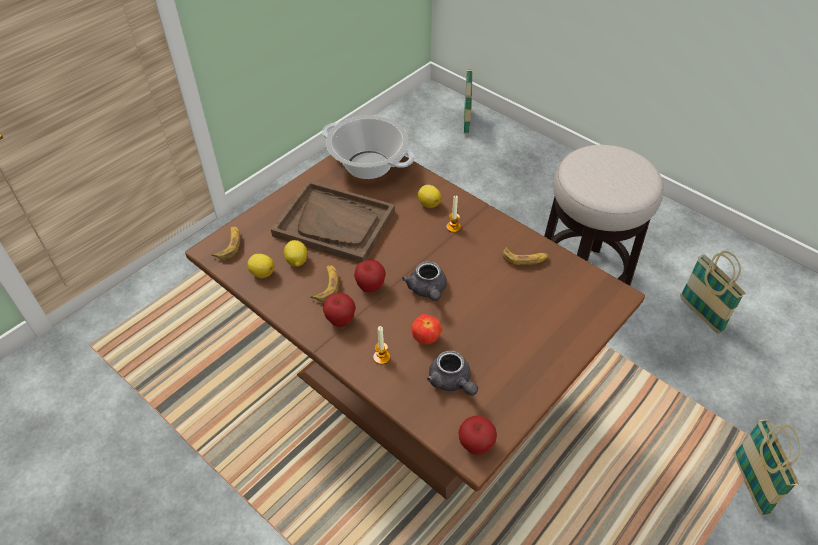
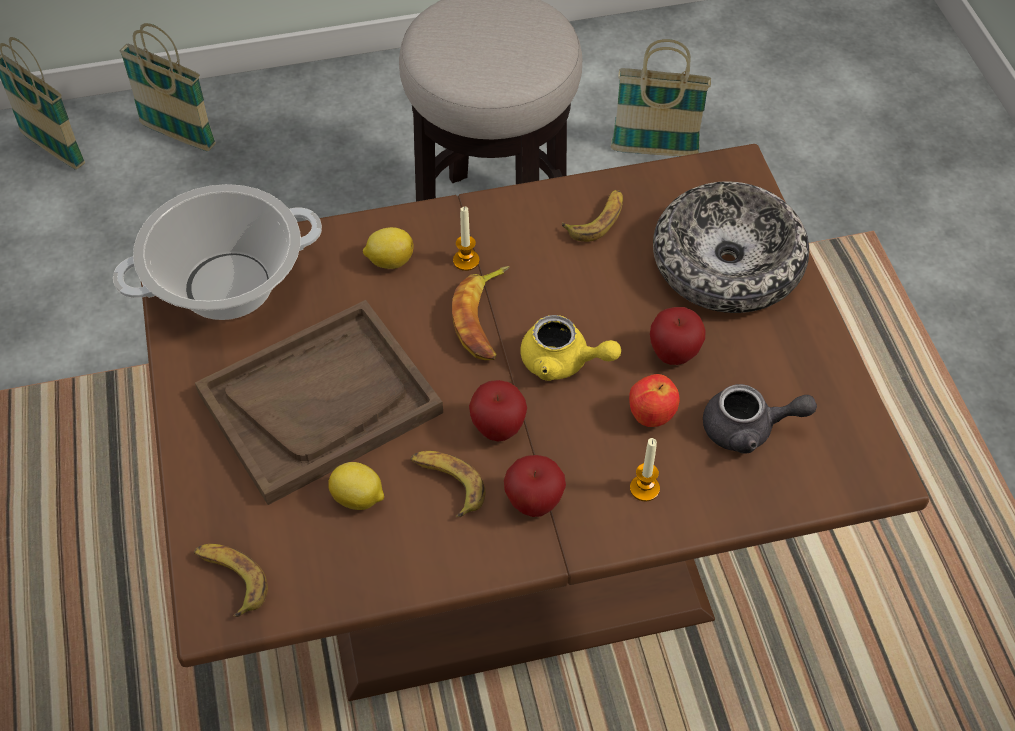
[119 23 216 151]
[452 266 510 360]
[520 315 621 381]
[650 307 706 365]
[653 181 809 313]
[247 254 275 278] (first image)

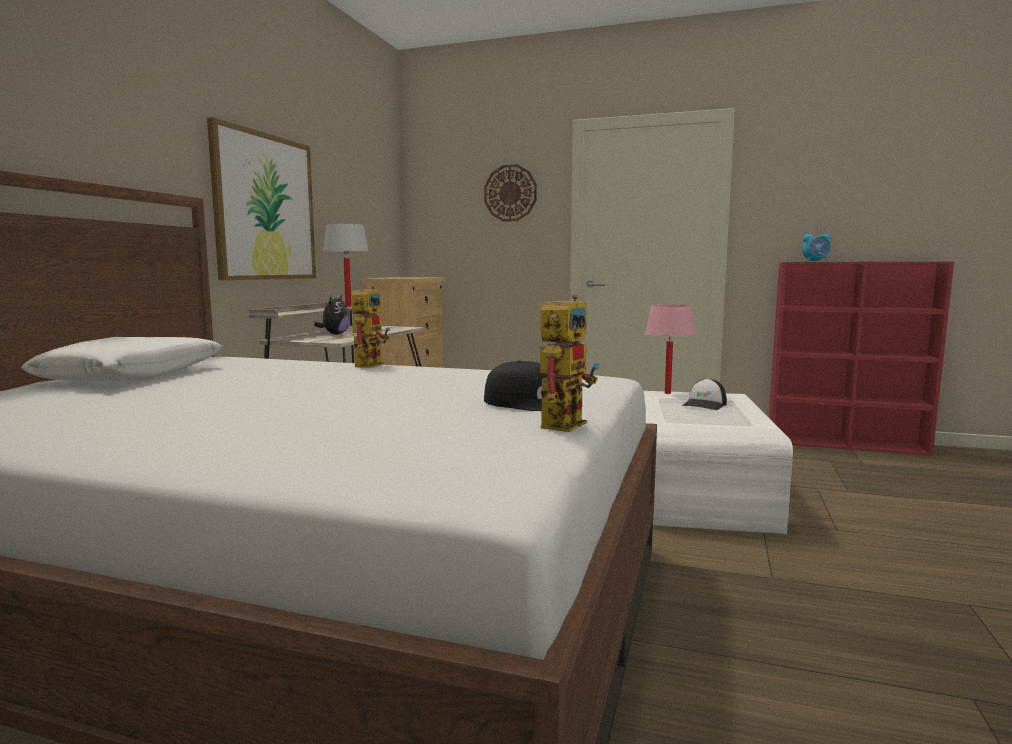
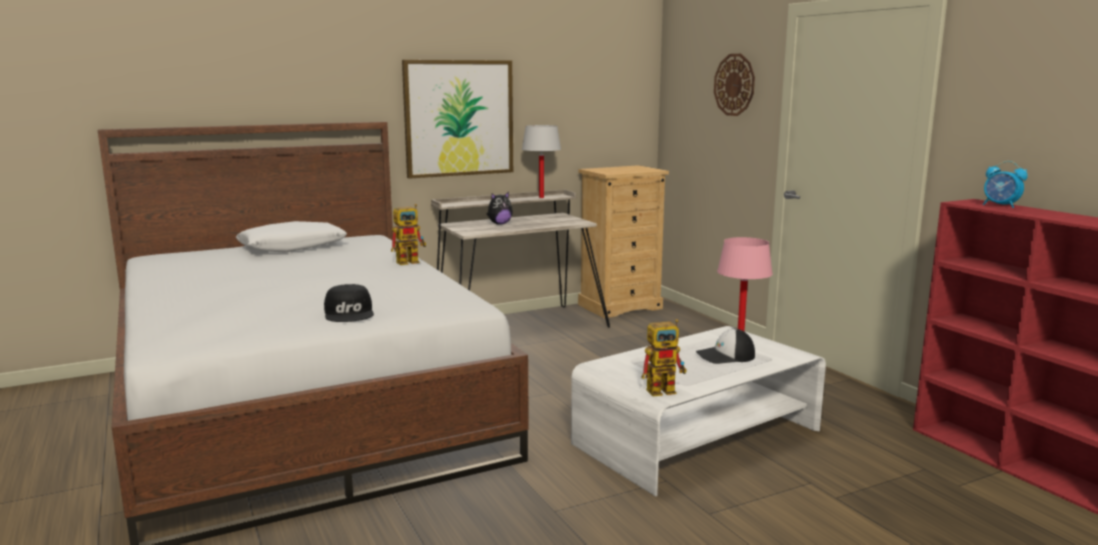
[641 319 687 396]

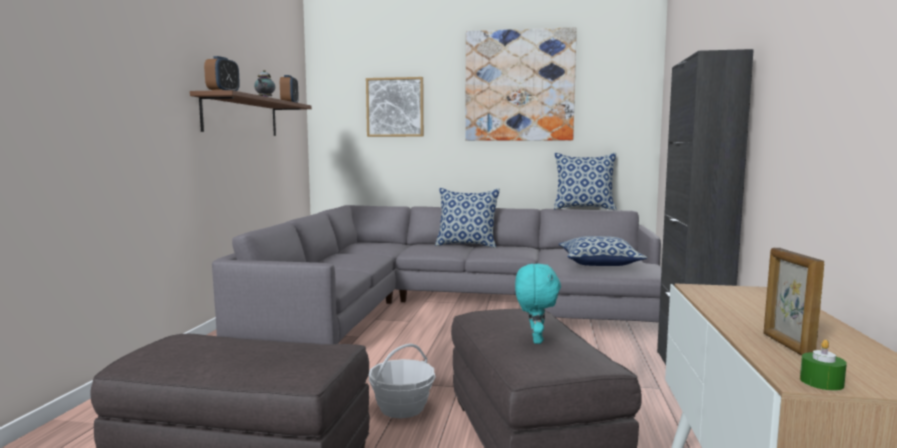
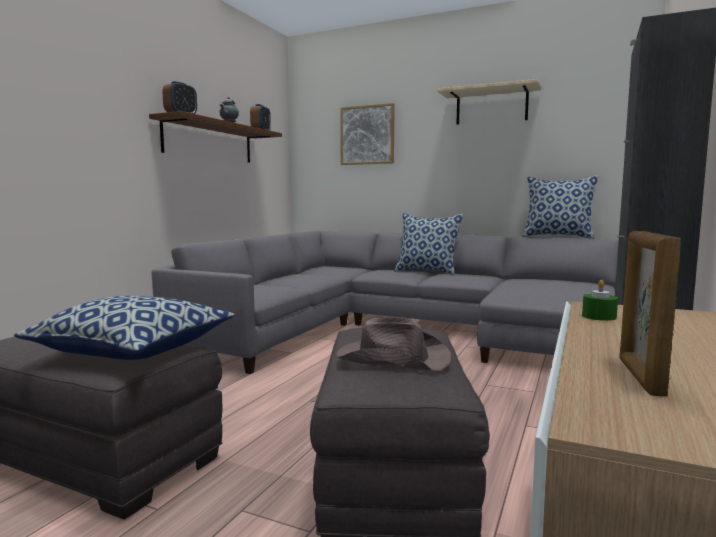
[14 295 235 360]
[336 318 451 371]
[437 79 541 125]
[582 280 618 321]
[369 344 436 418] (first image)

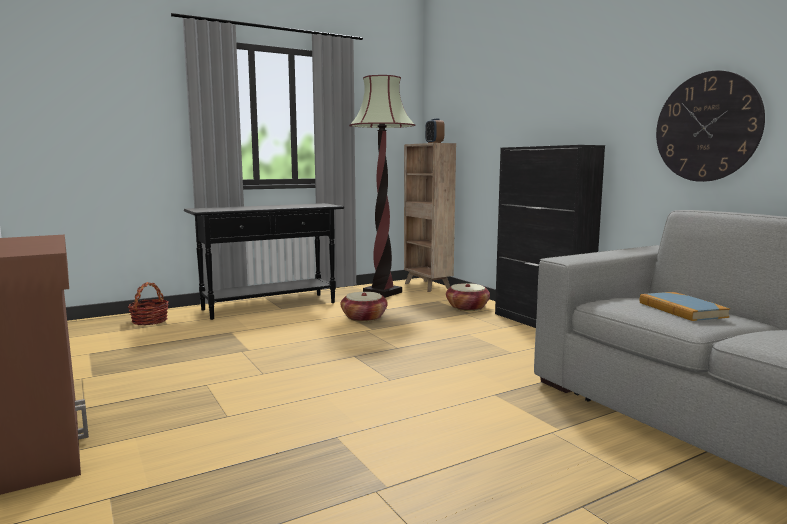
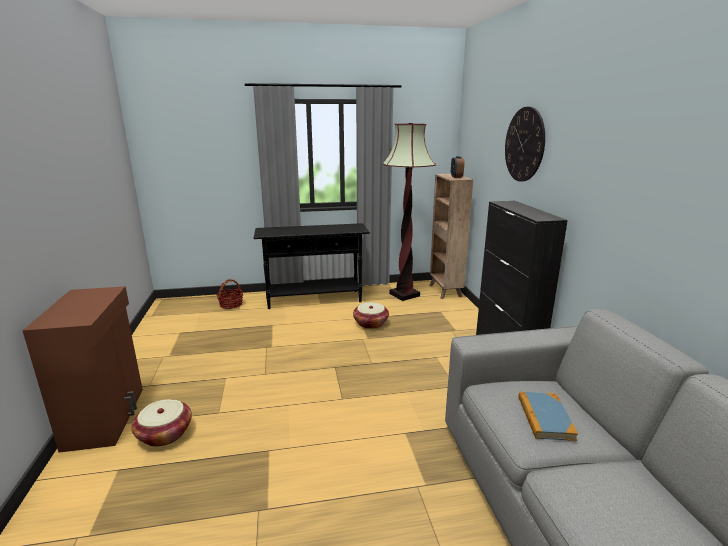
[131 399 192 447]
[505 107 545 182]

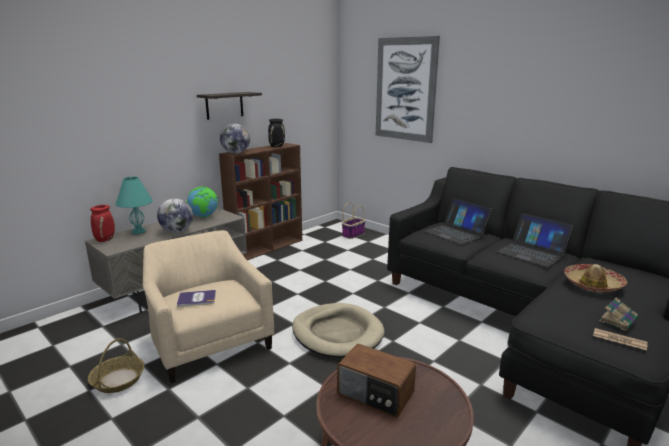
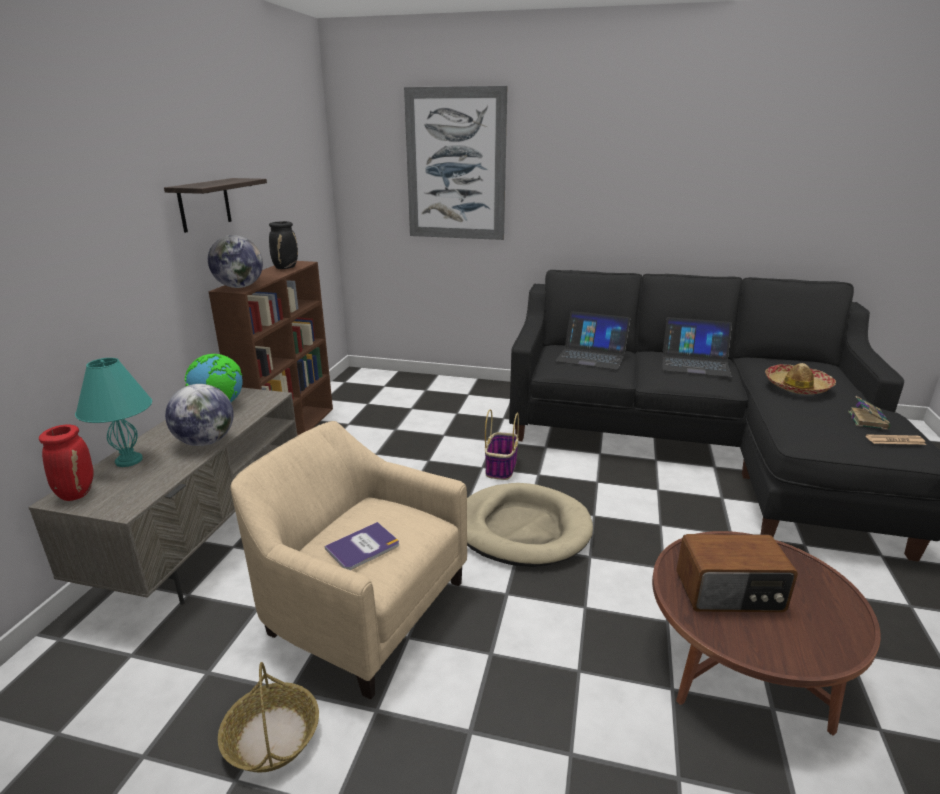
[485 409 519 480]

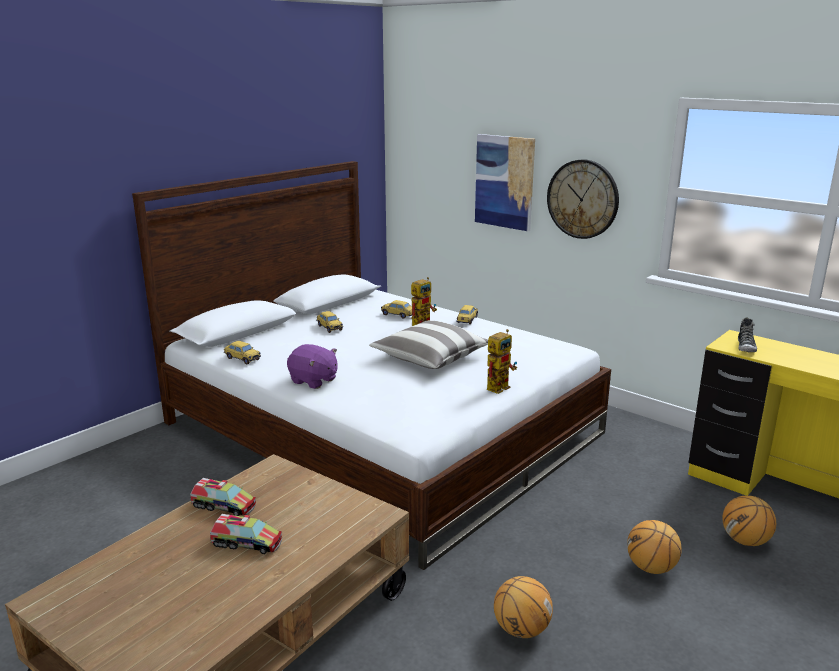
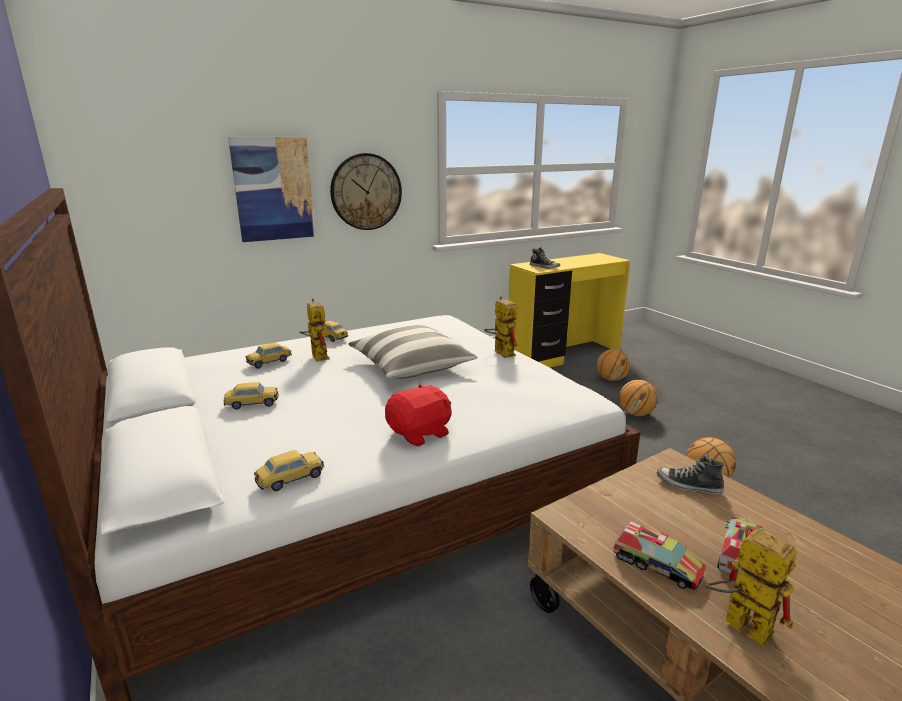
[385 383 452 447]
[614 522 706 591]
[657 454 724 494]
[705 525 797 647]

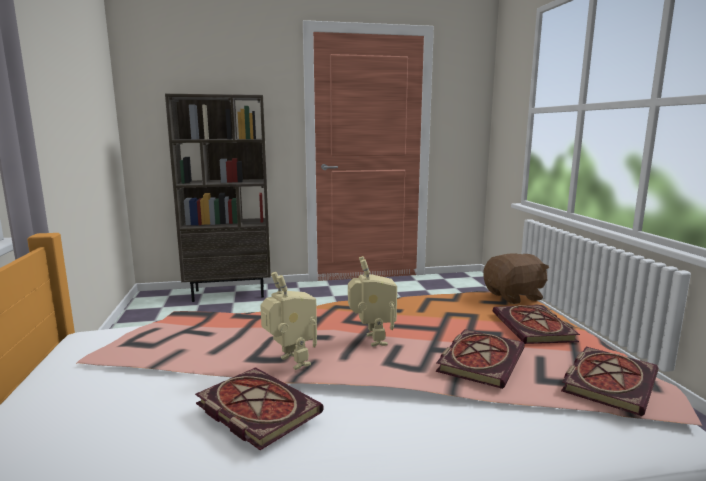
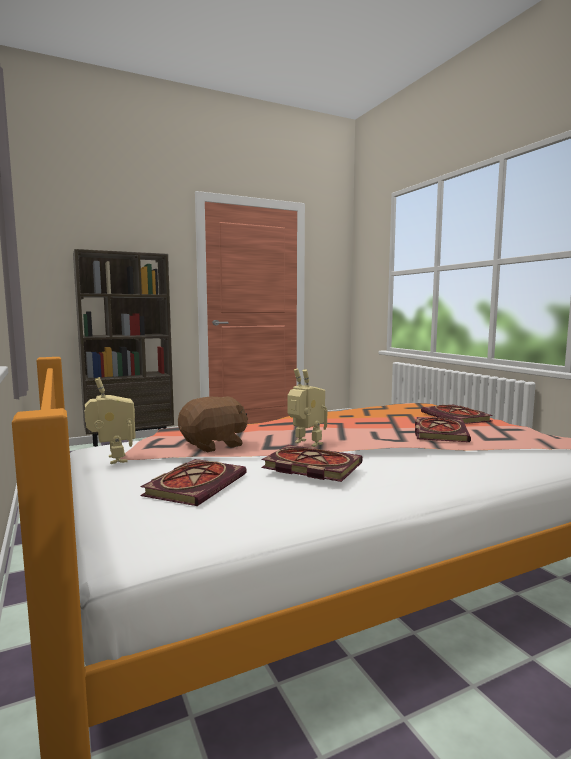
[84 377 136 464]
[140 459 247 506]
[178 397 248 452]

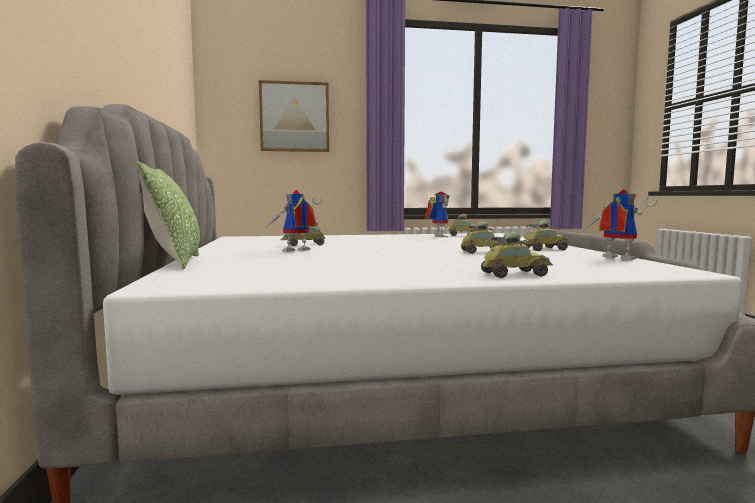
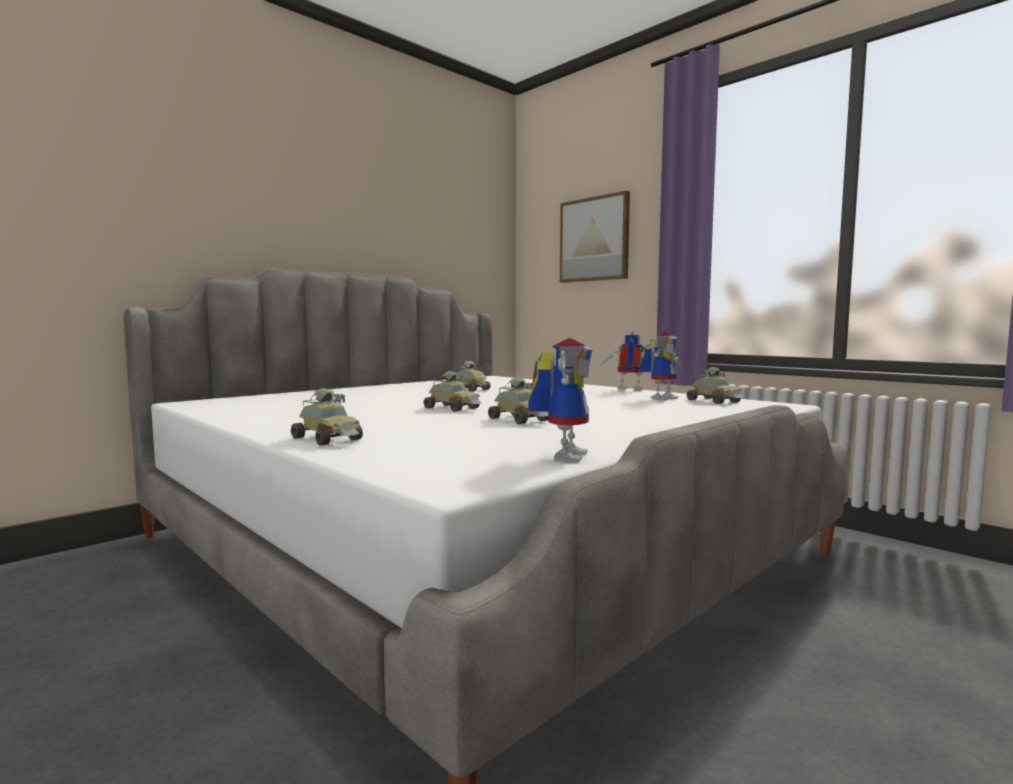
[424 371 482 412]
[601 331 654 390]
[137 161 200 270] (first image)

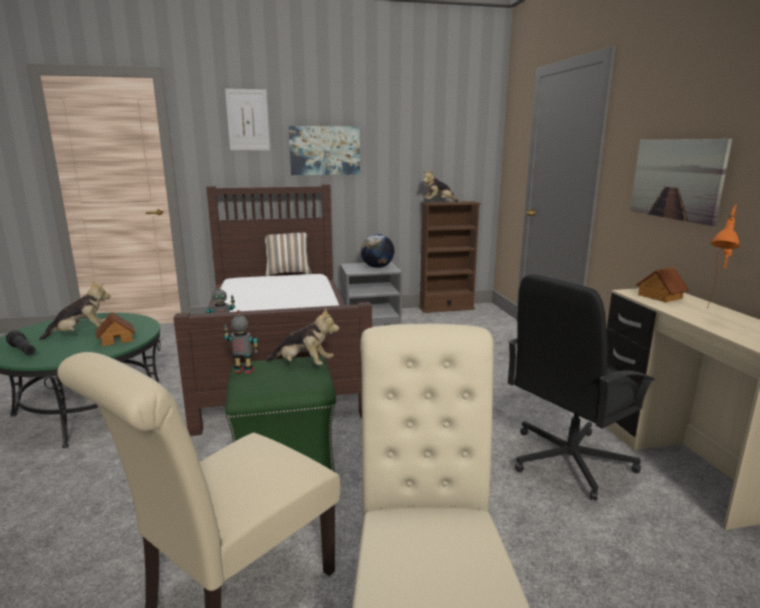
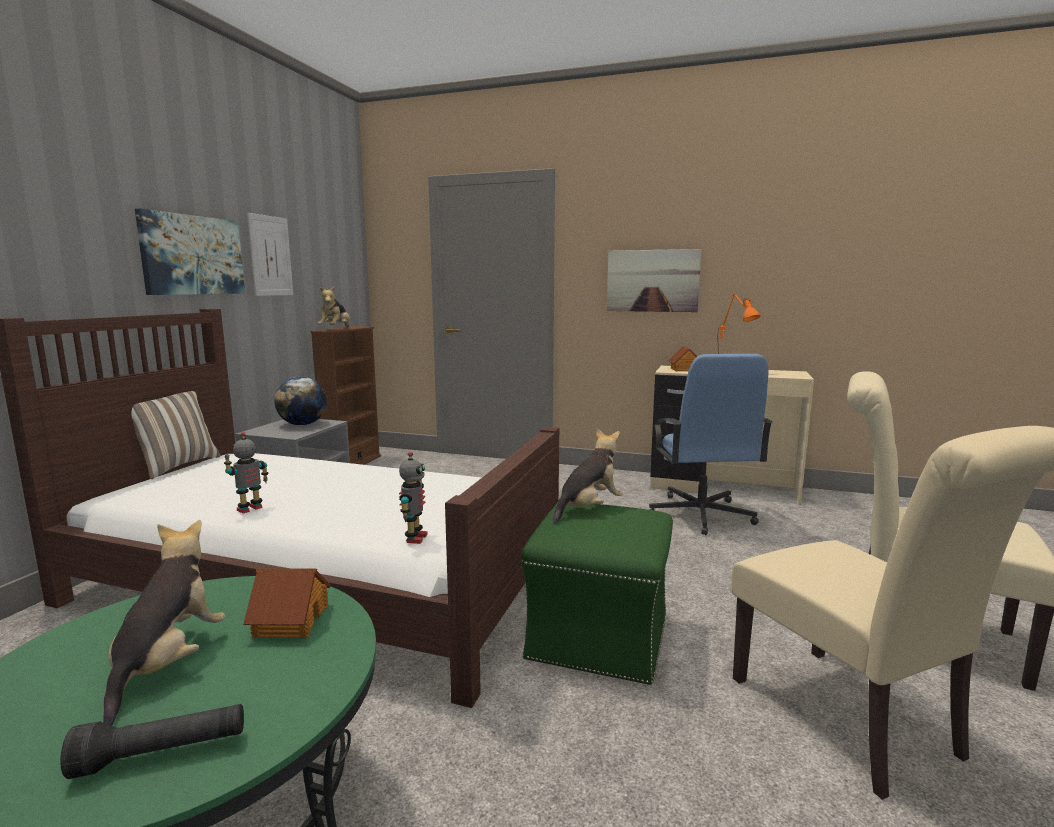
[224 432 269 513]
[247 213 293 296]
[649 354 773 535]

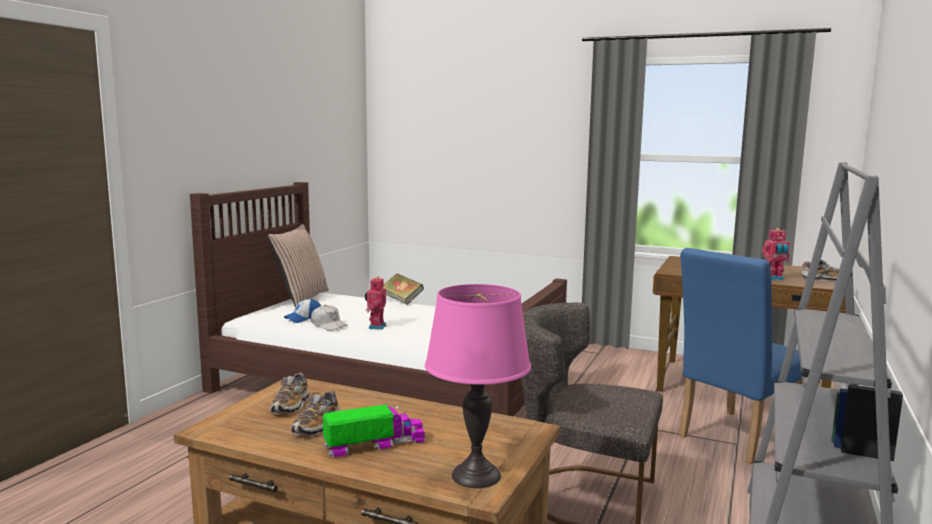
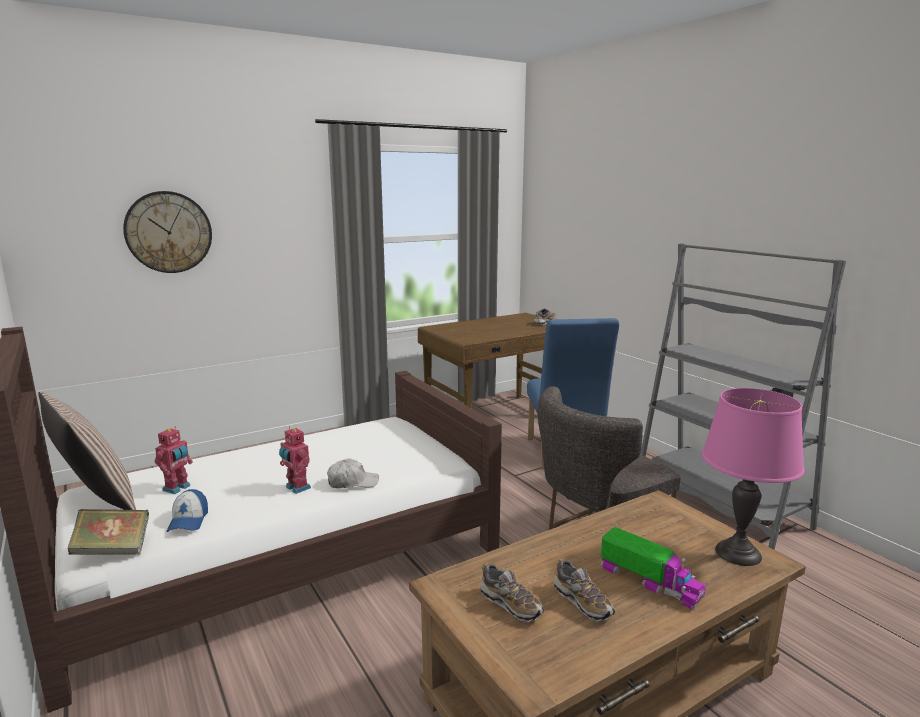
[68 509 149 555]
[123 191 212 273]
[154 427 193 494]
[327 458 379 488]
[601 527 706 609]

